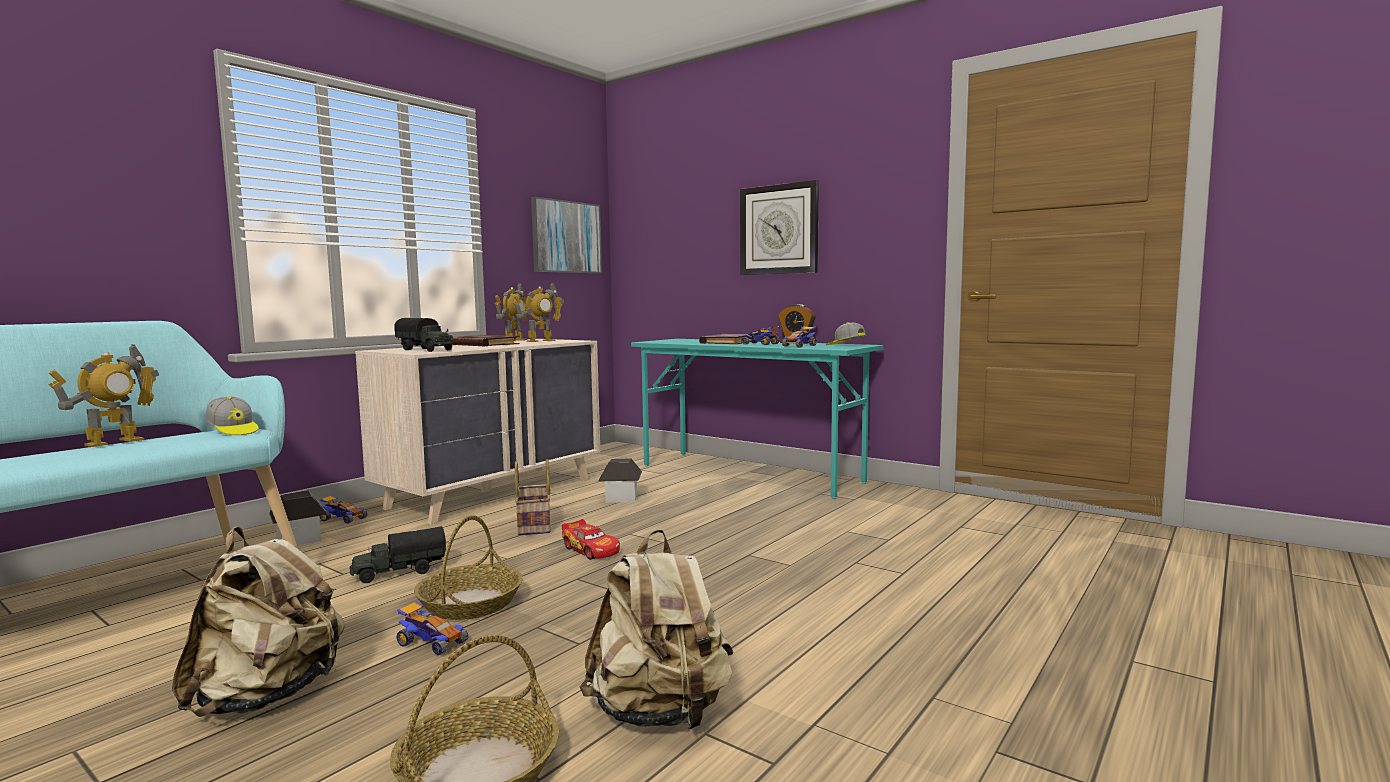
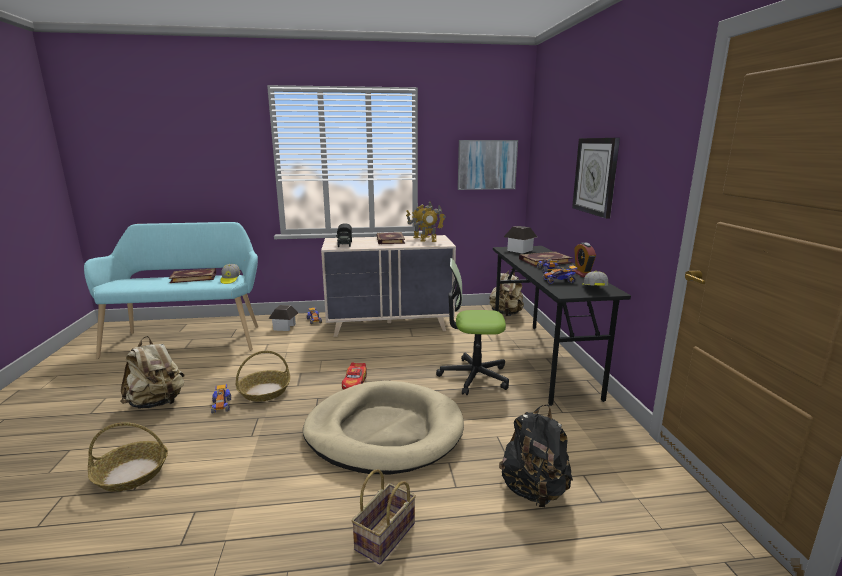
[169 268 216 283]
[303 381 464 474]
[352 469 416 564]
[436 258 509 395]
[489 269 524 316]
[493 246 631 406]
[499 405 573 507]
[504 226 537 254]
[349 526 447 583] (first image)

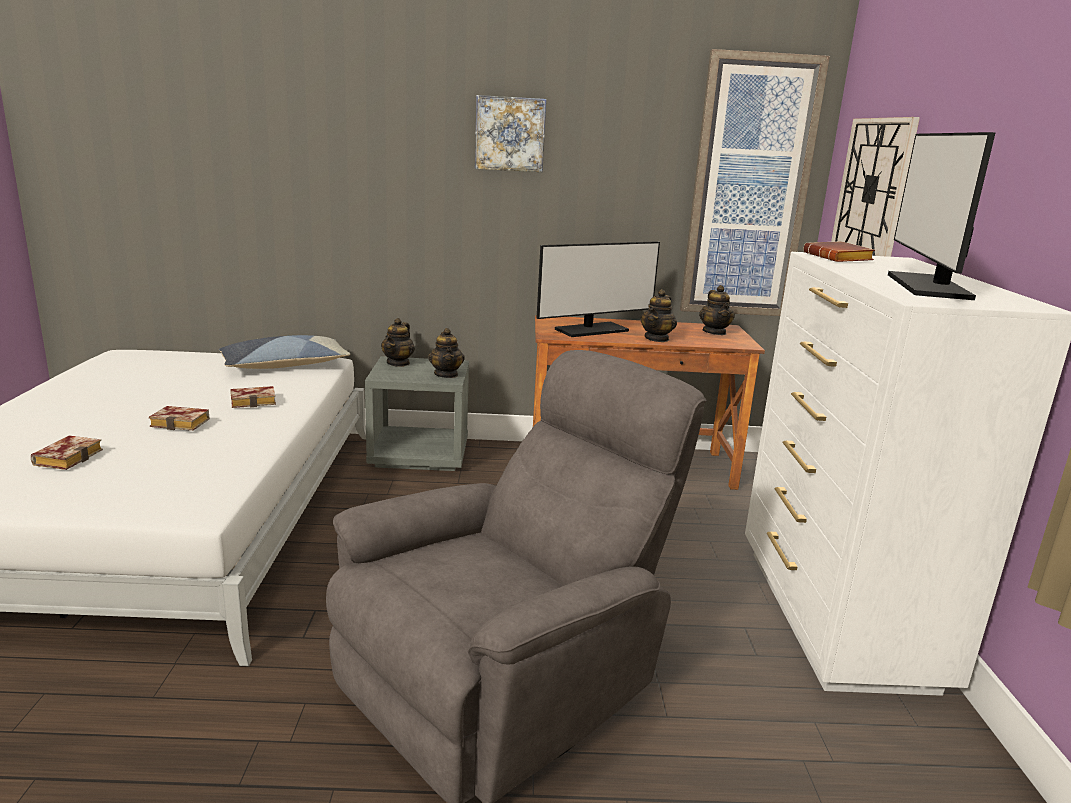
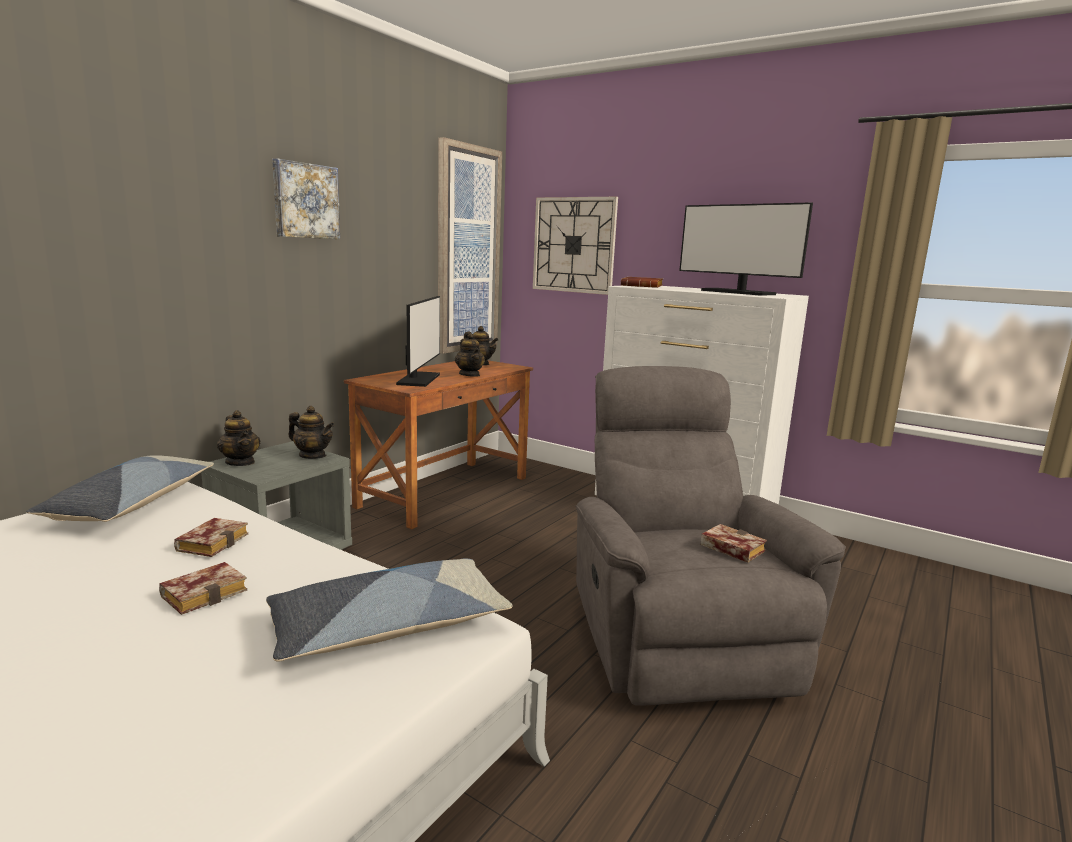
[266 558 513 662]
[700 524 767 563]

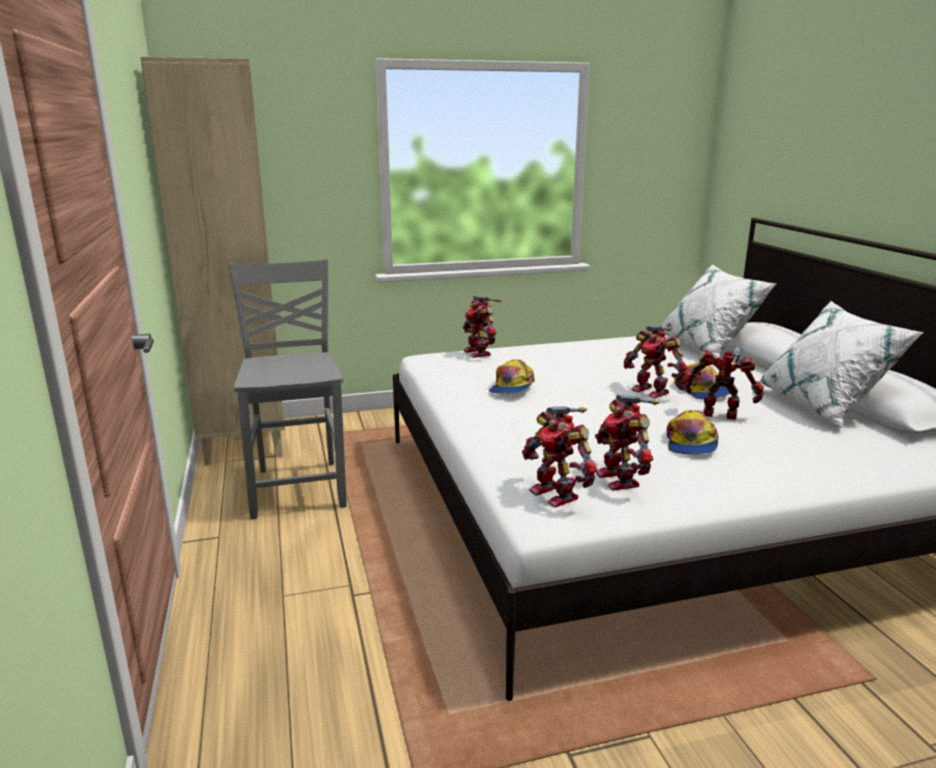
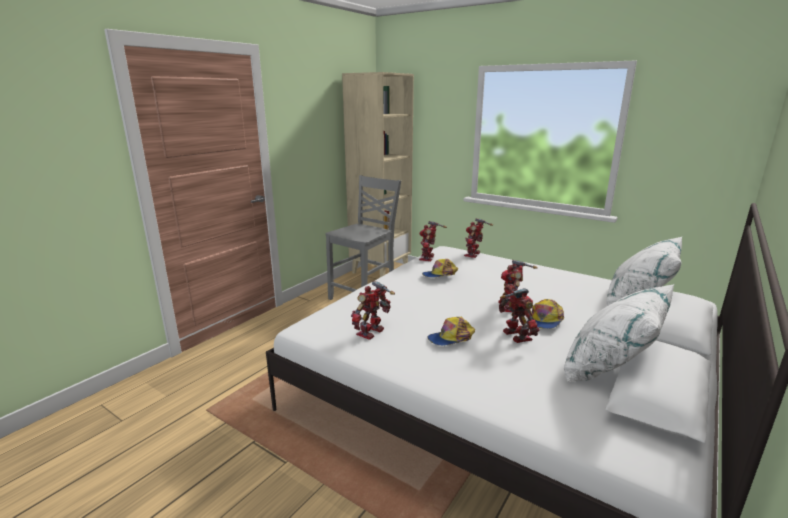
[419 221 447 261]

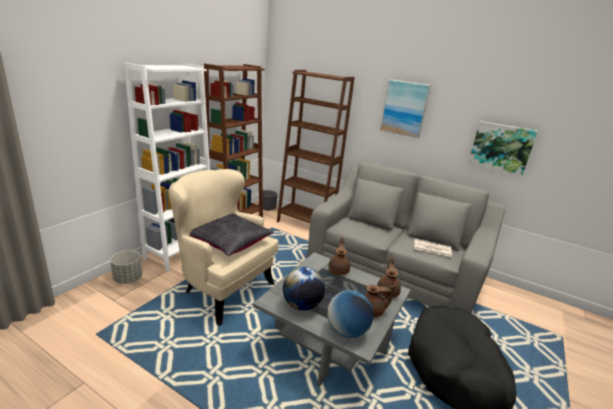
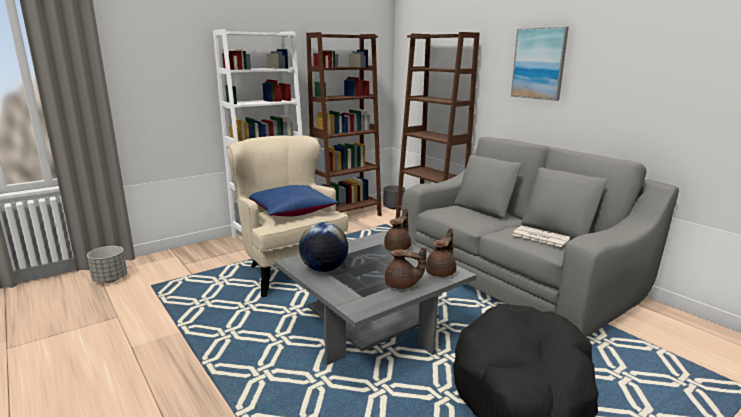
[87 246 127 283]
[249 185 338 216]
[327 290 374 338] (first image)
[468 121 538 175] (first image)

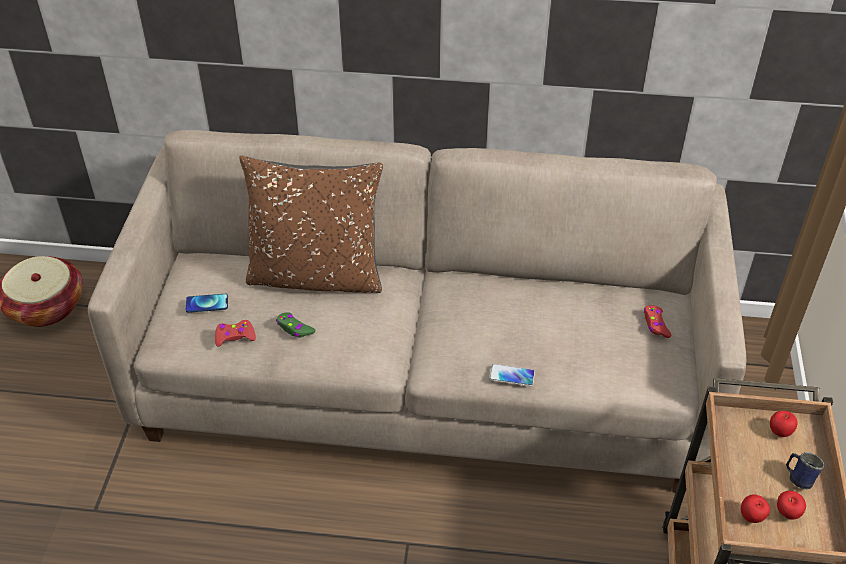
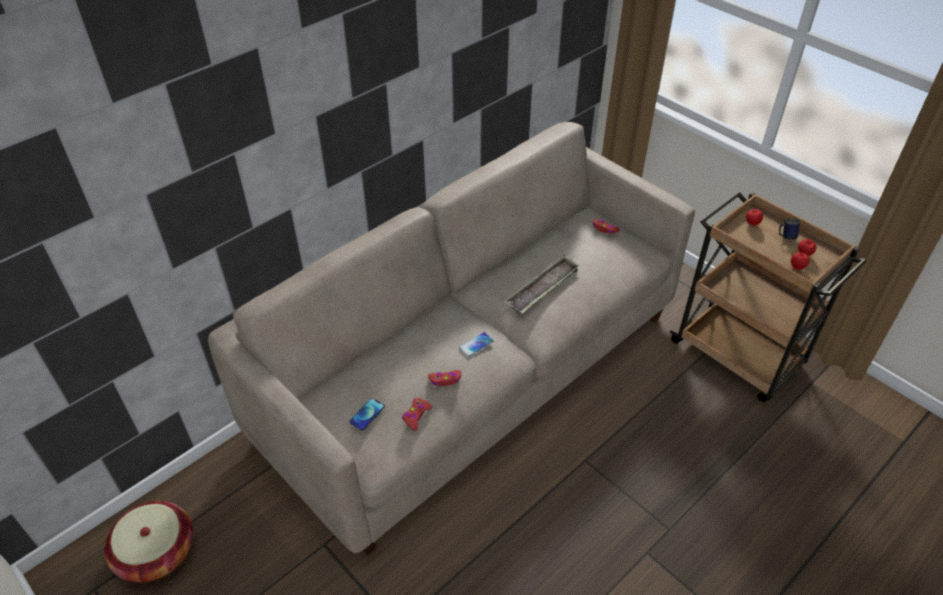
[428 370 461 386]
[459 332 494 357]
[505 254 581 314]
[239 156 383 293] (first image)

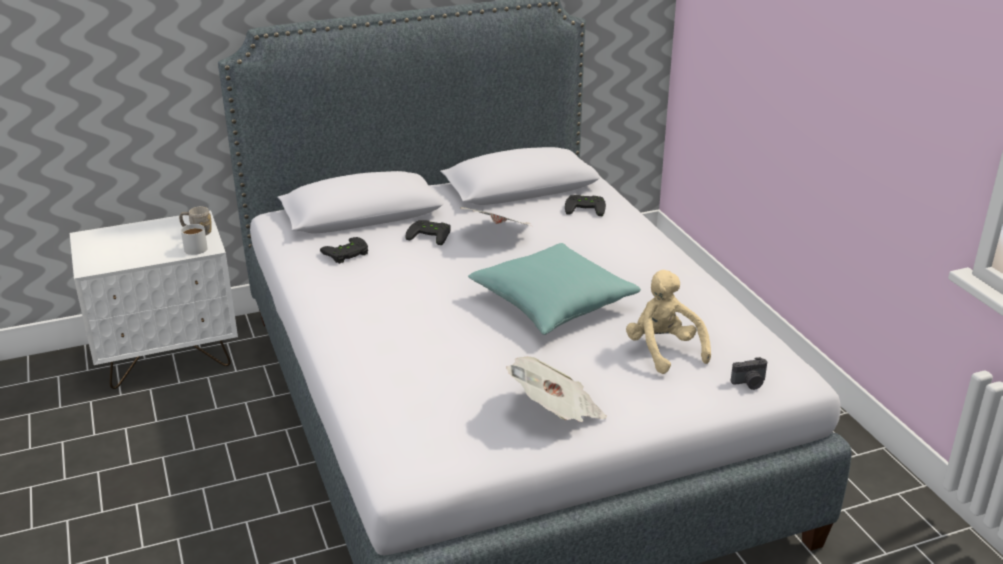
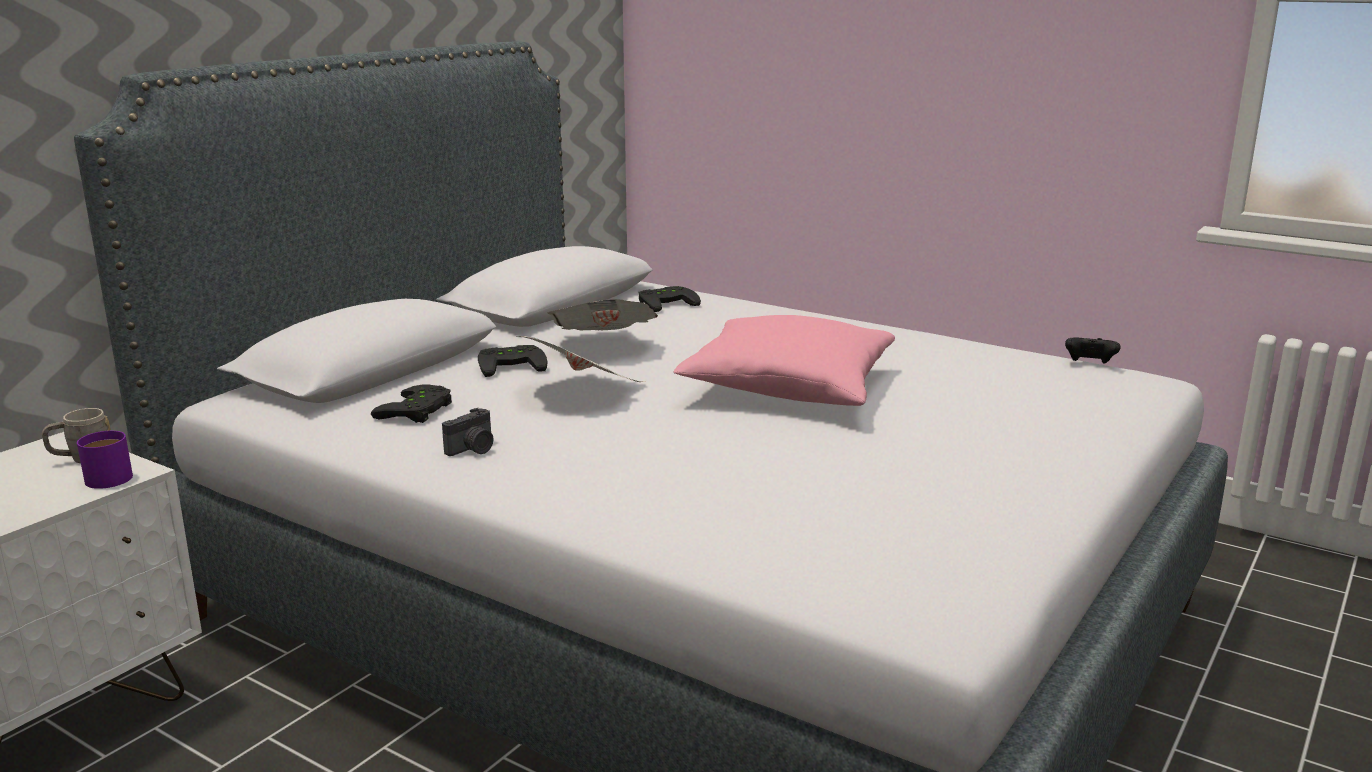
[77 431 133 489]
[442 408 494 456]
[518 336 645 382]
[674 315 895 406]
[1065 337 1121 363]
[626 270 711 374] (first image)

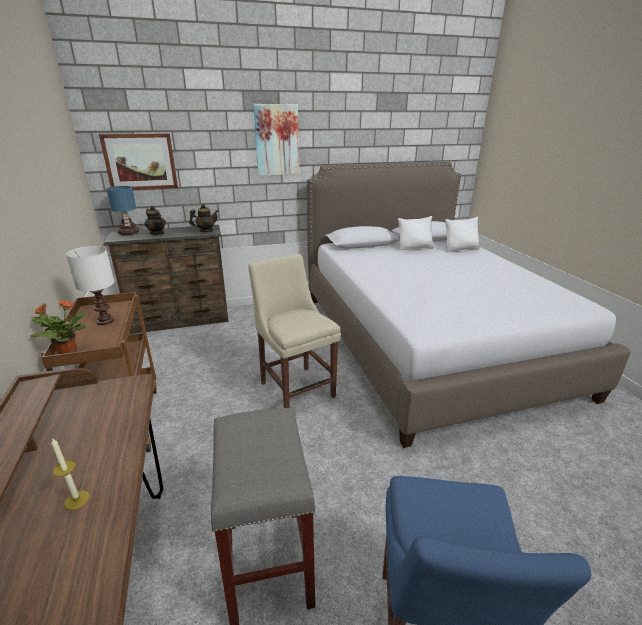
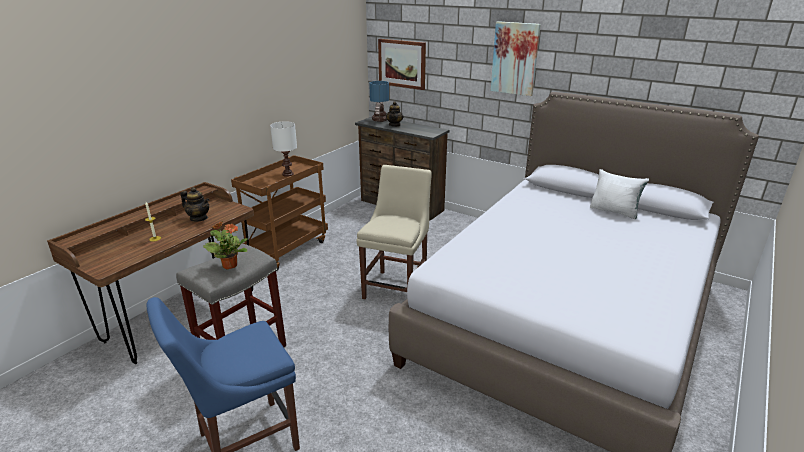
[180 187 209 222]
[203 221 248 270]
[445 217 480 252] (first image)

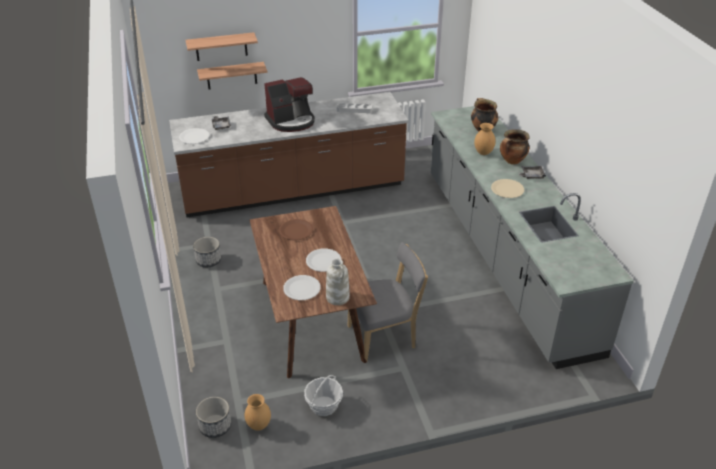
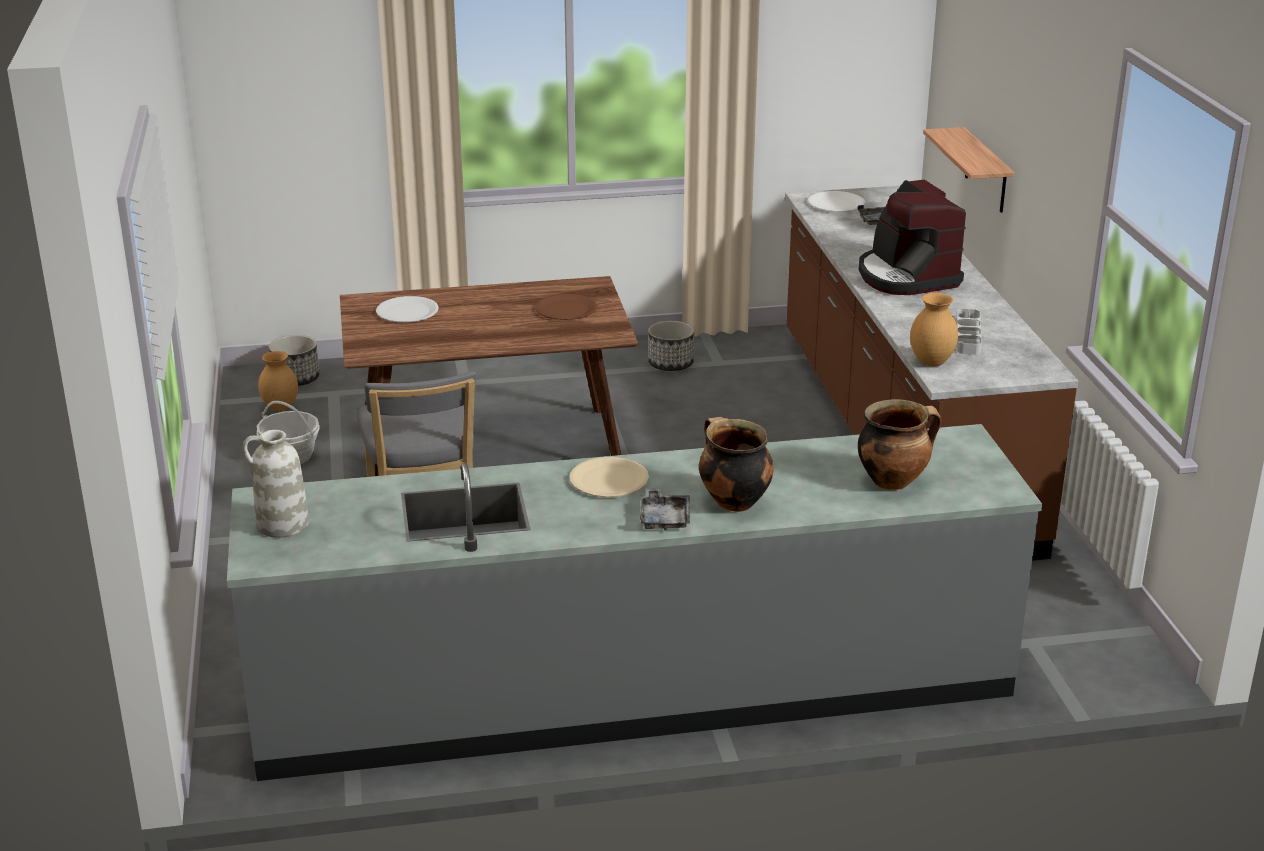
[243 430 309 538]
[910 293 958 366]
[186 32 258 61] (first image)
[306 249 341 272] (first image)

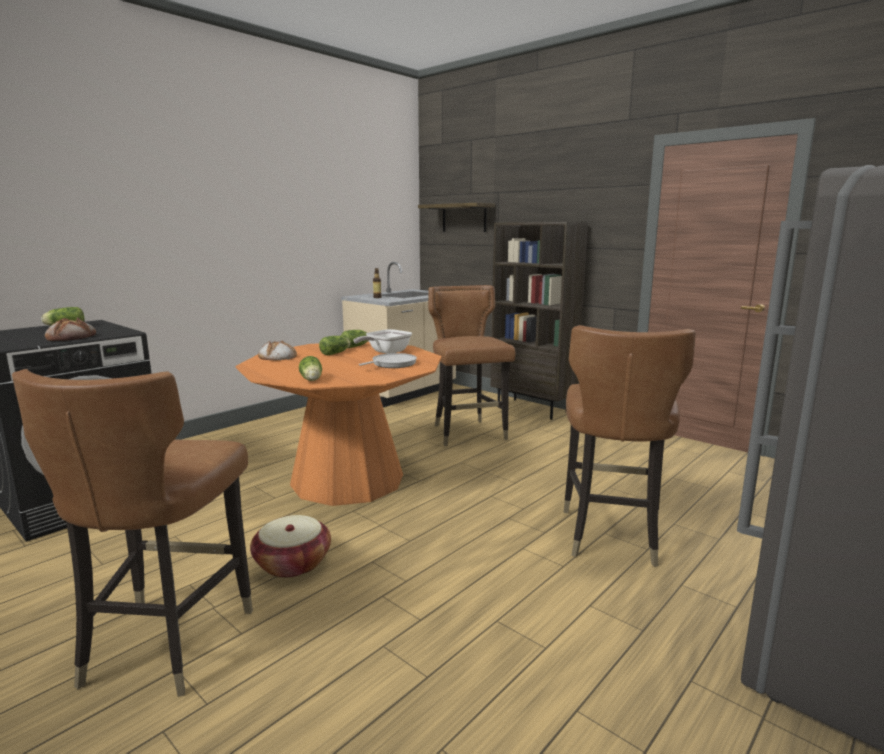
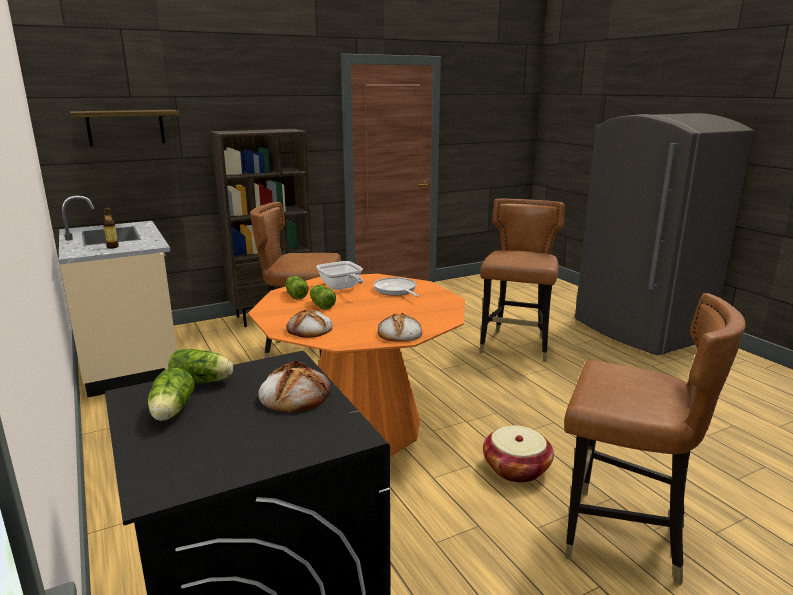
[168 349 233 384]
[378 313 422 342]
[479 199 565 362]

